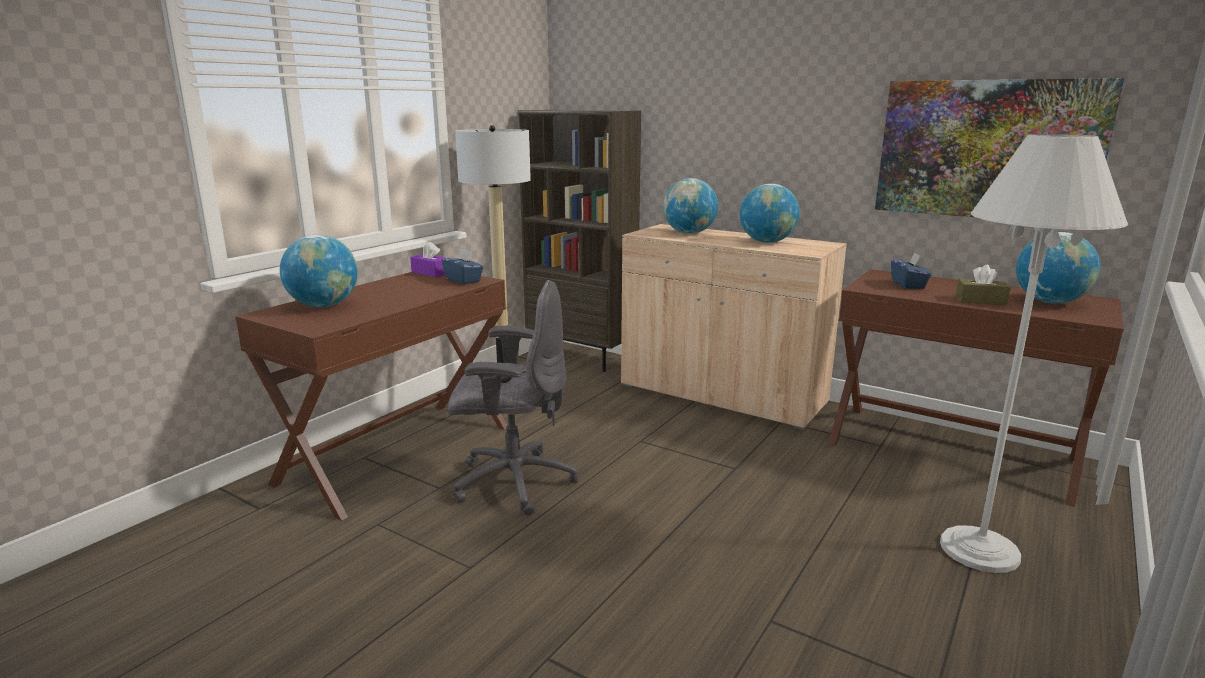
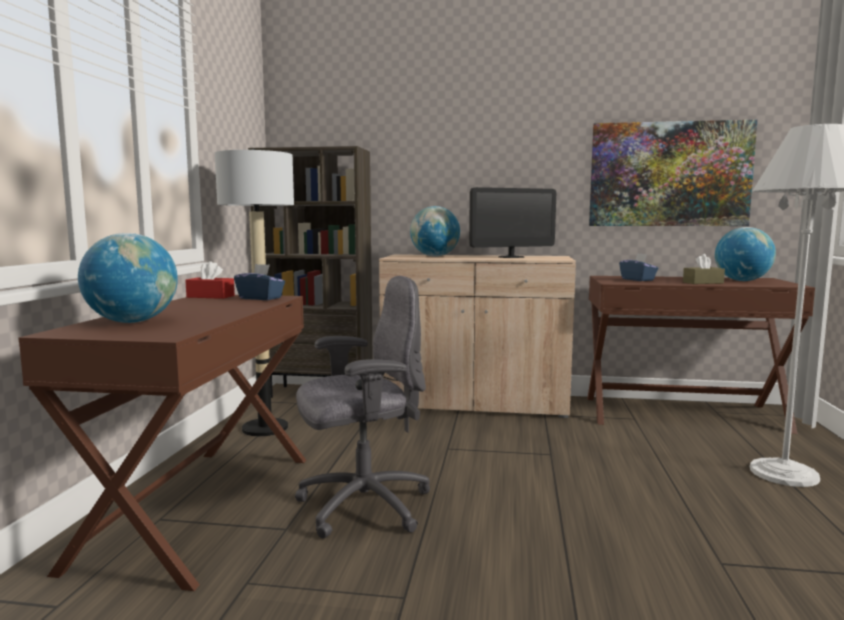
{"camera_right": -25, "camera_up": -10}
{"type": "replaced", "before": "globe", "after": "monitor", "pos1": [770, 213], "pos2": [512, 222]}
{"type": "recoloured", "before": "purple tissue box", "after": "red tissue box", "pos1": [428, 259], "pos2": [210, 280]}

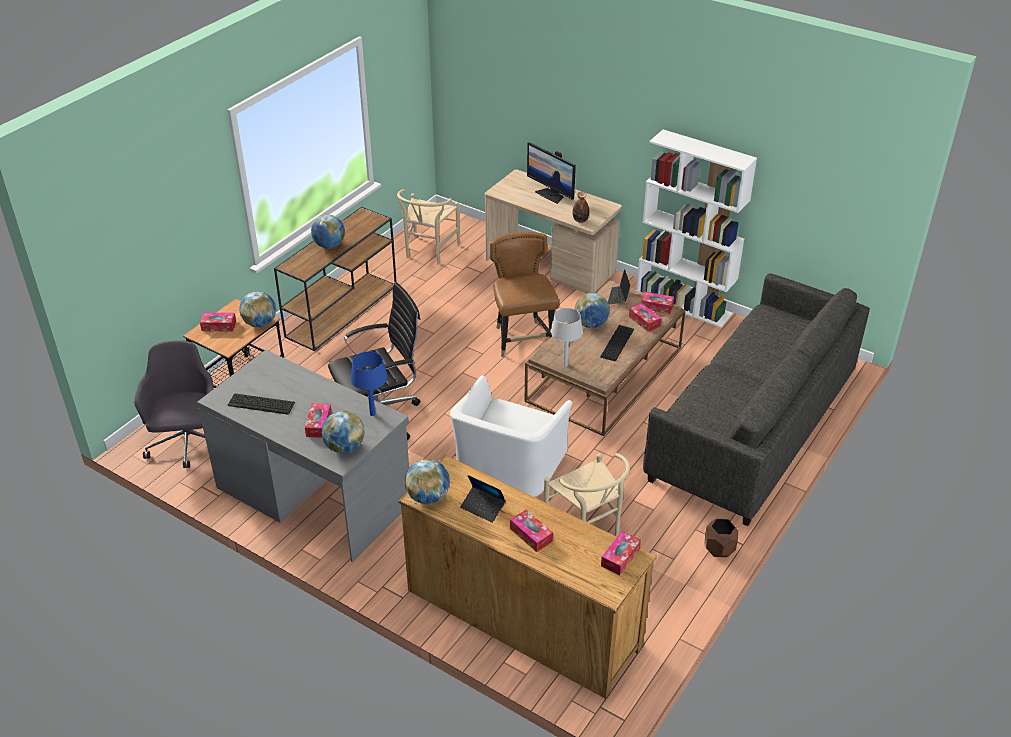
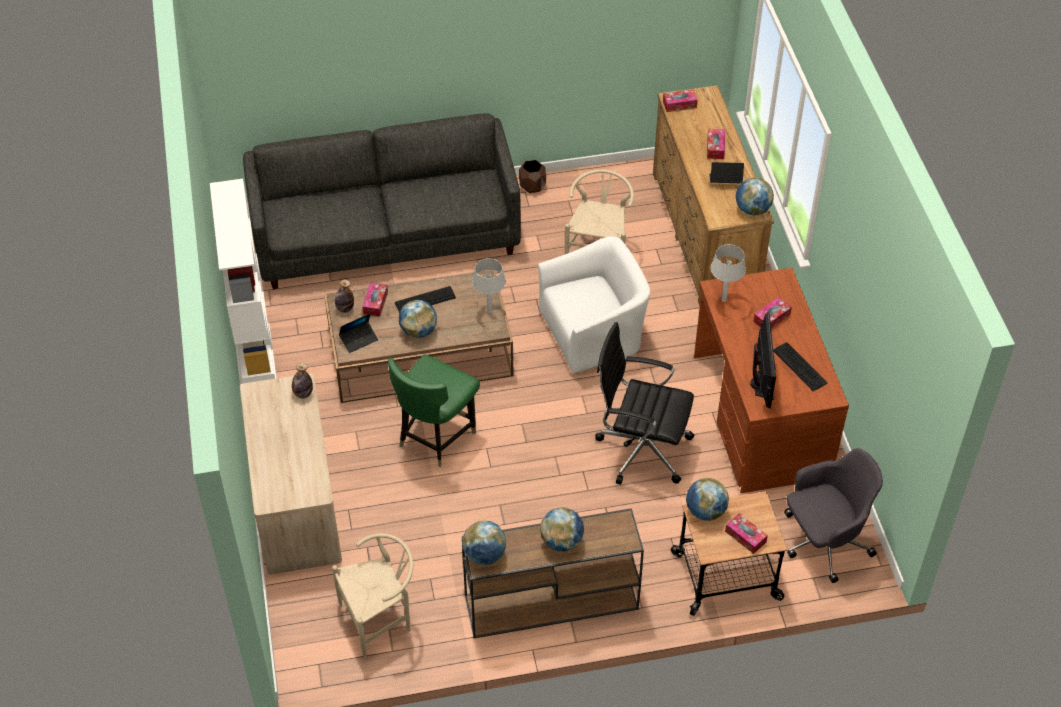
{"camera_right": -135, "camera_up": 10}
{"type": "moved", "before": "globe", "pos1": [342, 432], "pos2": [484, 542]}
{"type": "moved", "before": "monitor", "pos1": [551, 173], "pos2": [763, 360]}
{"type": "replaced", "before": "tissue box", "after": "bottle", "pos1": [657, 303], "pos2": [344, 296]}
{"type": "recoloured", "before": "grey desk", "after": "brown desk", "pos1": [303, 456], "pos2": [771, 380]}
{"type": "recoloured", "before": "blue table lamp", "after": "grey table lamp", "pos1": [369, 383], "pos2": [728, 273]}
{"type": "recoloured", "before": "brown chair", "after": "green chair", "pos1": [524, 294], "pos2": [434, 410]}
{"type": "turned", "before": "grey office chair", "pos1": [174, 404], "pos2": [833, 515], "turn": -150}
{"type": "turned", "before": "laptop", "pos1": [483, 499], "pos2": [726, 172], "turn": -75}

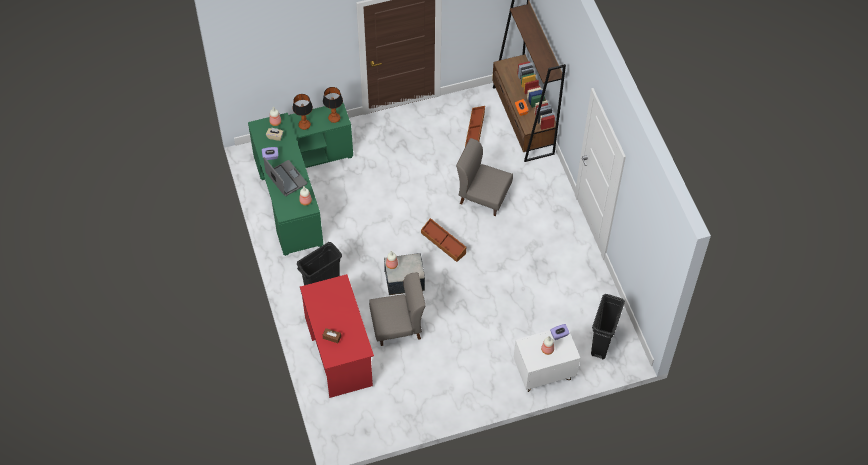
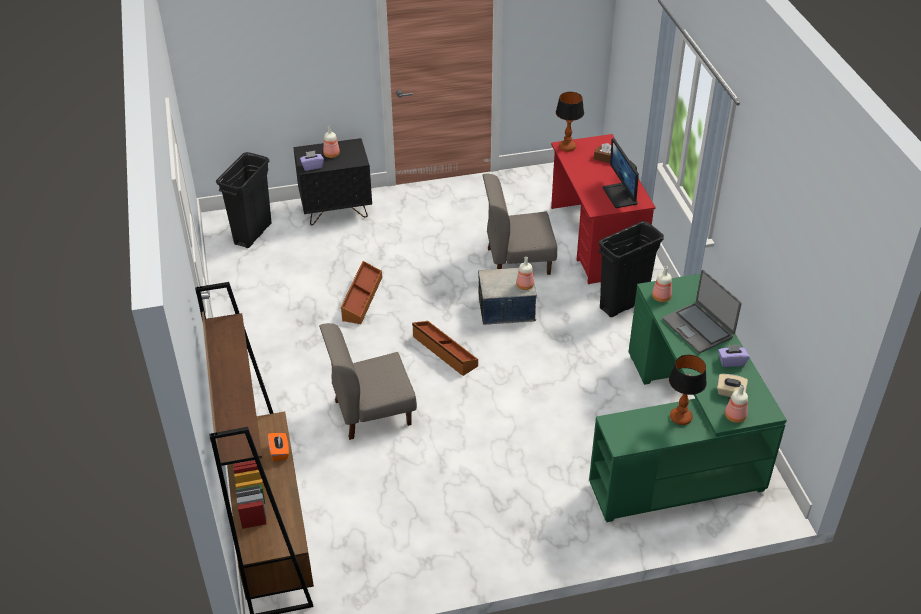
{"camera_right": -175, "camera_up": -15}
{"type": "added", "after": "monitor", "pos2": [621, 173]}
{"type": "moved", "before": "table lamp", "pos1": [333, 105], "pos2": [570, 121]}
{"type": "moved", "before": "brown storage box", "pos1": [475, 126], "pos2": [361, 292]}
{"type": "recoloured", "before": "white nightstand", "after": "black nightstand", "pos1": [547, 359], "pos2": [332, 181]}
{"type": "turned", "before": "grey chair", "pos1": [484, 177], "pos2": [368, 381], "turn": 135}

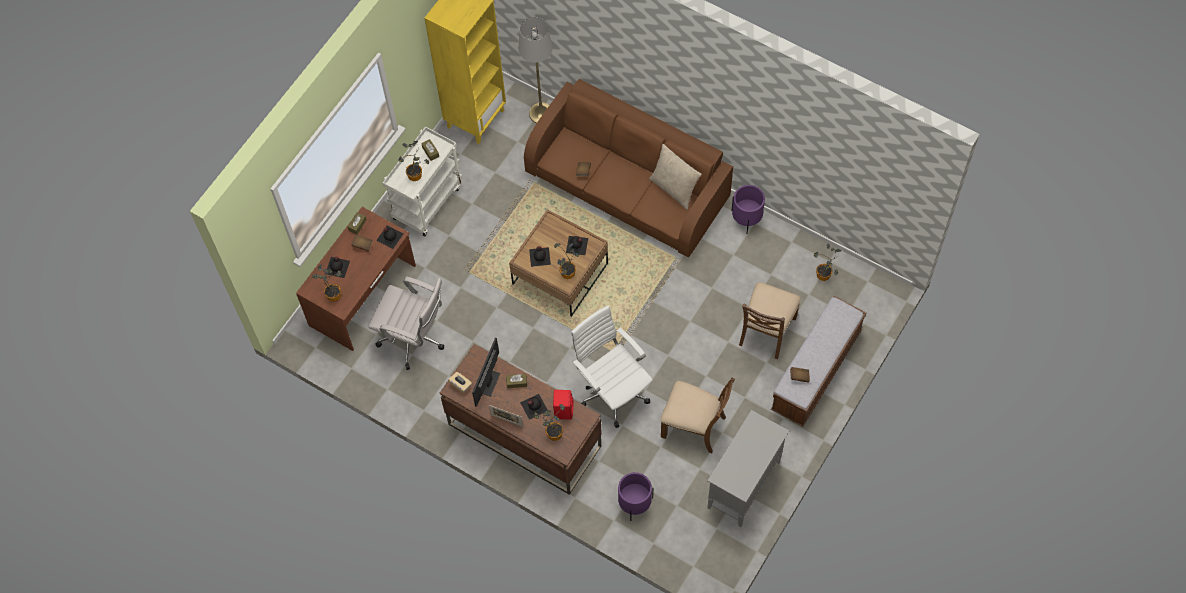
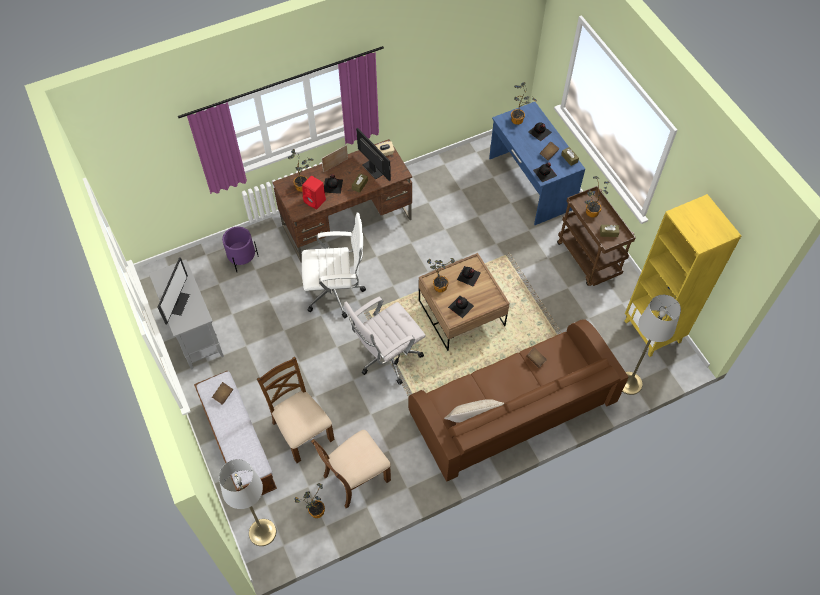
{"camera_right": 120, "camera_up": -5}
{"type": "removed", "before": "purple planter", "pos1": [748, 209]}
{"type": "added", "after": "monitor", "pos2": [174, 290]}
{"type": "added", "after": "grey floor lamp", "pos2": [247, 502]}
{"type": "moved", "before": "white office chair", "pos1": [406, 323], "pos2": [385, 340]}
{"type": "moved", "before": "brown chair", "pos1": [697, 415], "pos2": [351, 469]}
{"type": "recoloured", "before": "brown desk", "after": "blue desk", "pos1": [356, 279], "pos2": [537, 163]}
{"type": "recoloured", "before": "white cart", "after": "brown cart", "pos1": [422, 181], "pos2": [596, 236]}

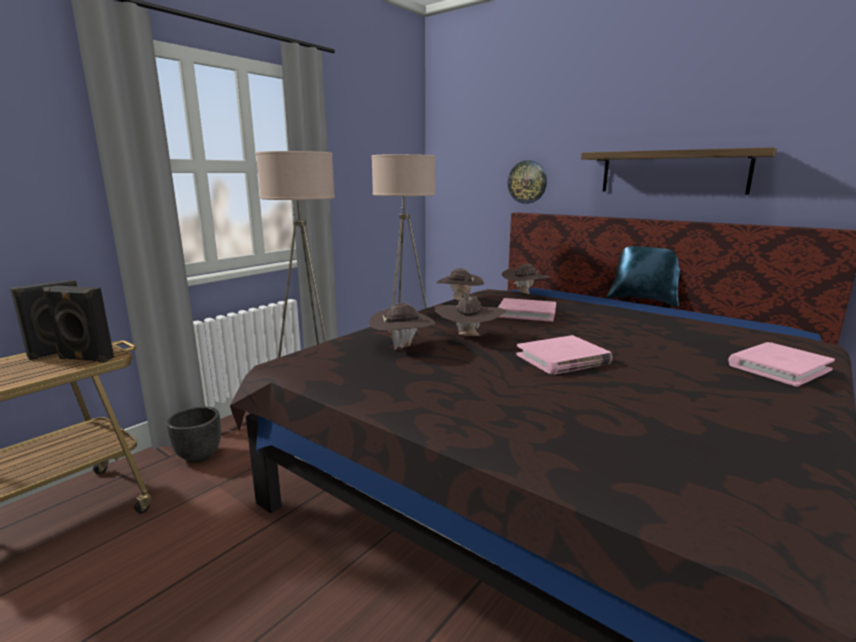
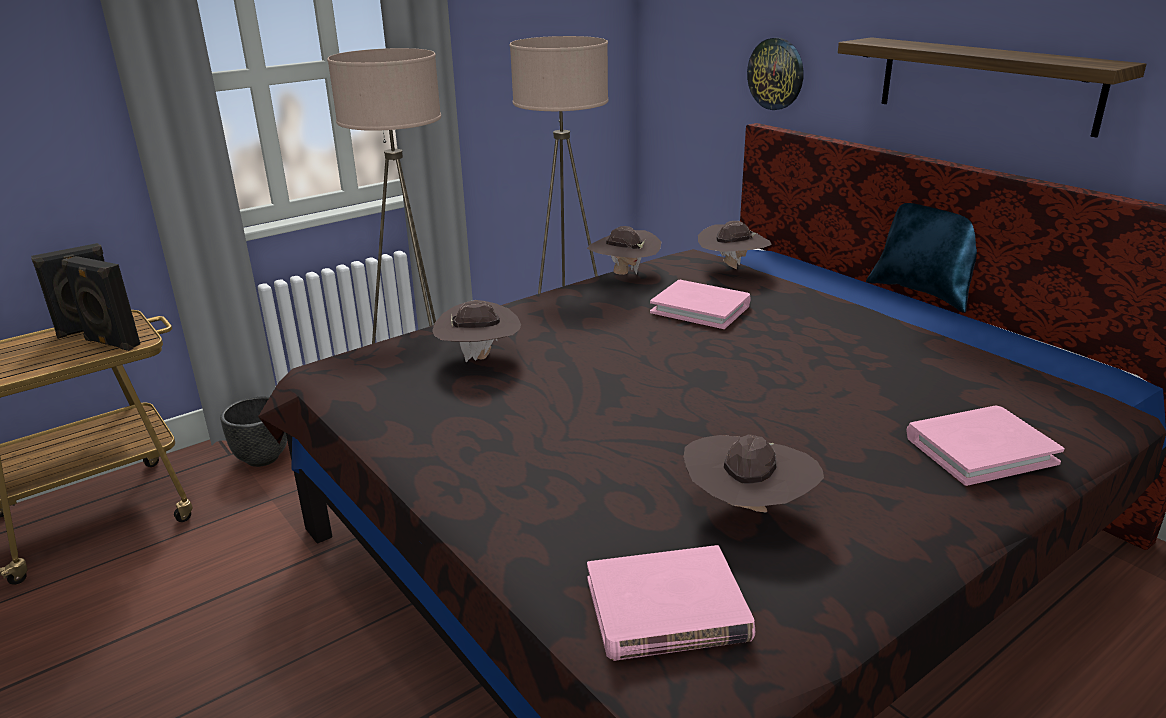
{"camera_right": 15, "camera_up": 10}
{"type": "moved", "before": "brown hat", "pos1": [470, 316], "pos2": [754, 473]}
{"type": "moved", "before": "pink book", "pos1": [564, 355], "pos2": [671, 603]}

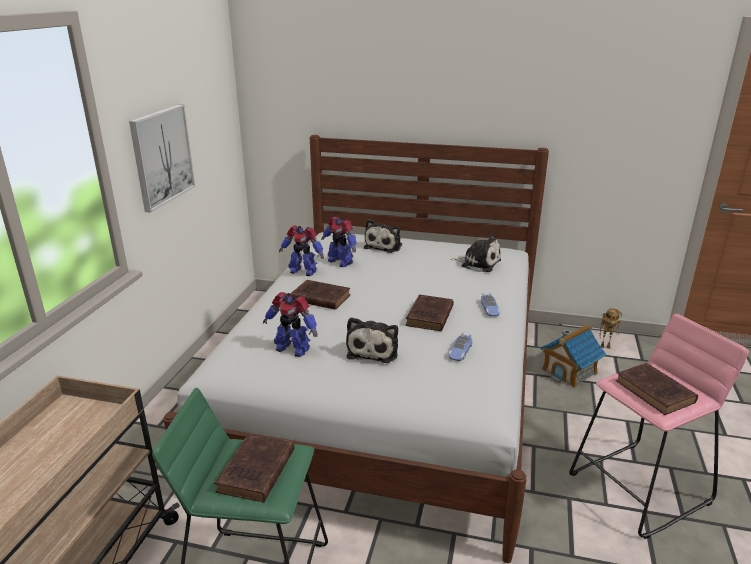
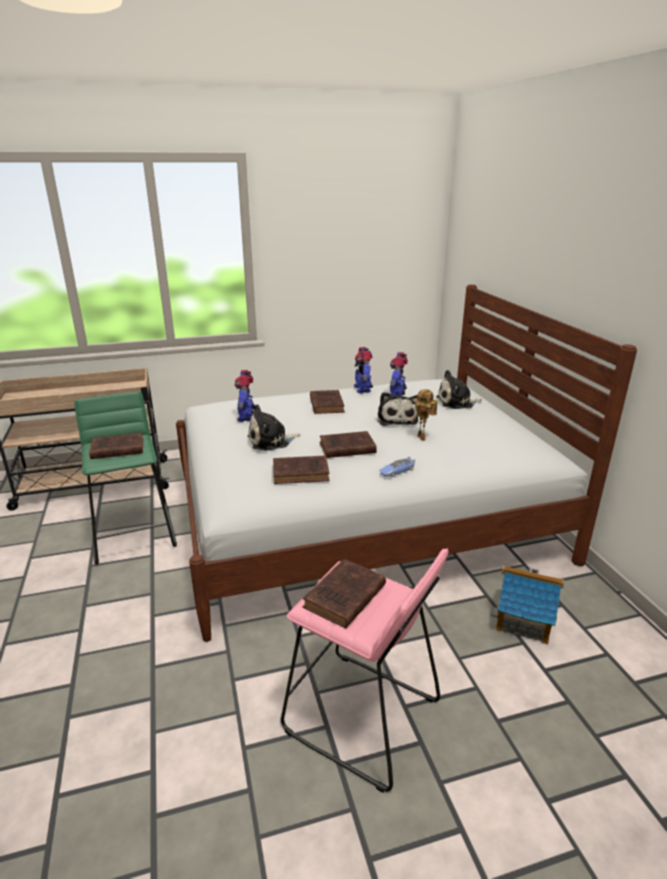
{"camera_right": 60, "camera_up": 0}
{"type": "removed", "before": "picture", "pos1": [162, 159]}
{"type": "moved", "before": "plush toy", "pos1": [476, 253], "pos2": [398, 409]}
{"type": "moved", "before": "toy robot", "pos1": [611, 328], "pos2": [425, 415]}
{"type": "replaced", "before": "toy car", "after": "brown book", "pos1": [460, 346], "pos2": [301, 470]}

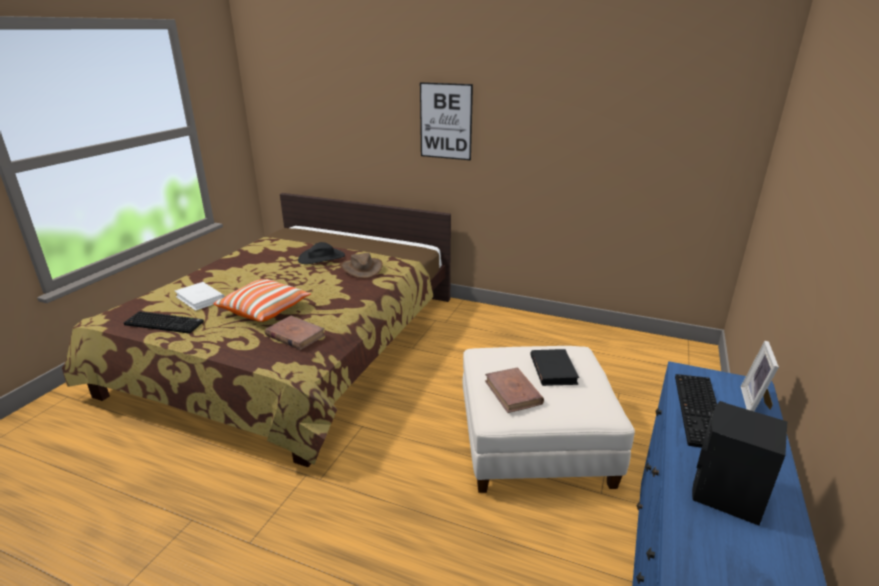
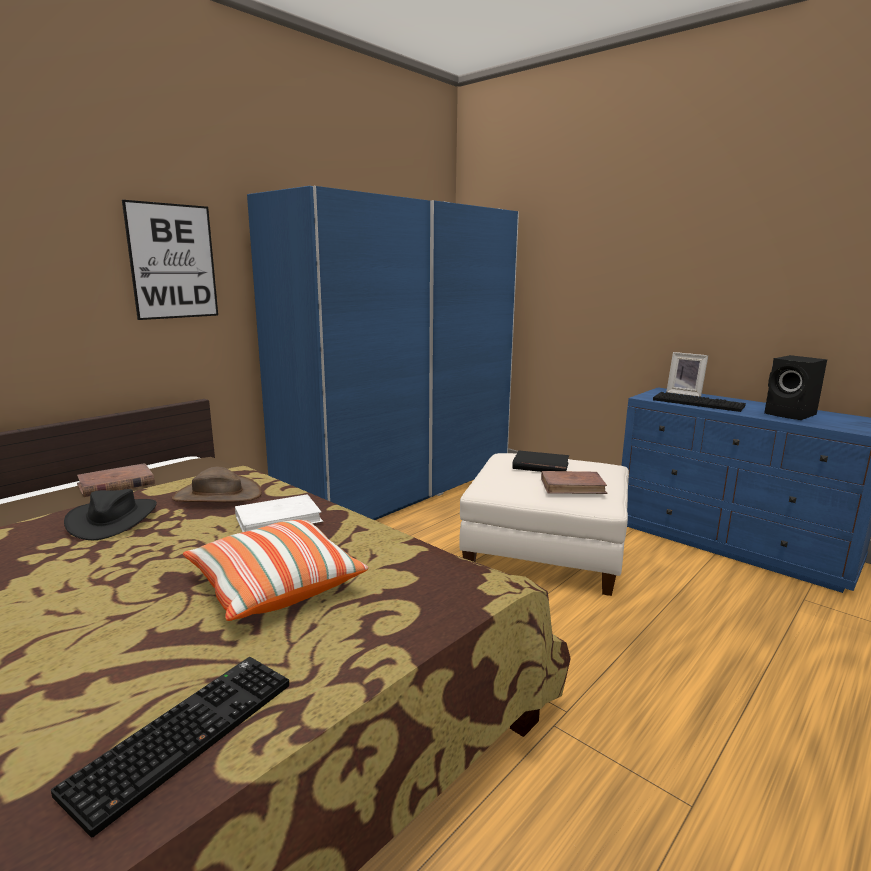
{"camera_right": -70, "camera_up": -10}
{"type": "added", "after": "blue wardrobe", "pos2": [383, 353]}
{"type": "moved", "before": "white book", "pos1": [200, 296], "pos2": [279, 513]}
{"type": "moved", "before": "brown book", "pos1": [295, 333], "pos2": [116, 480]}

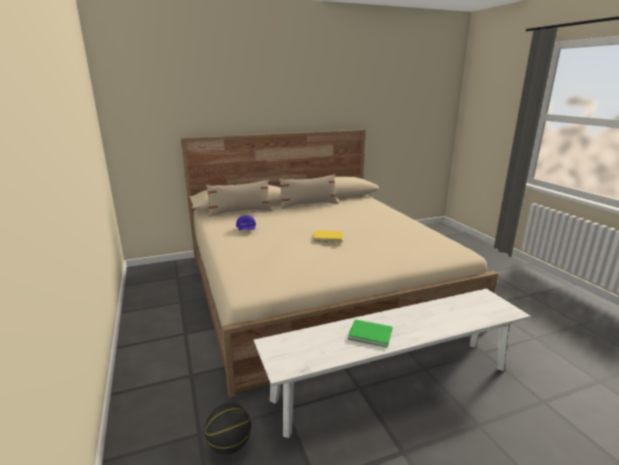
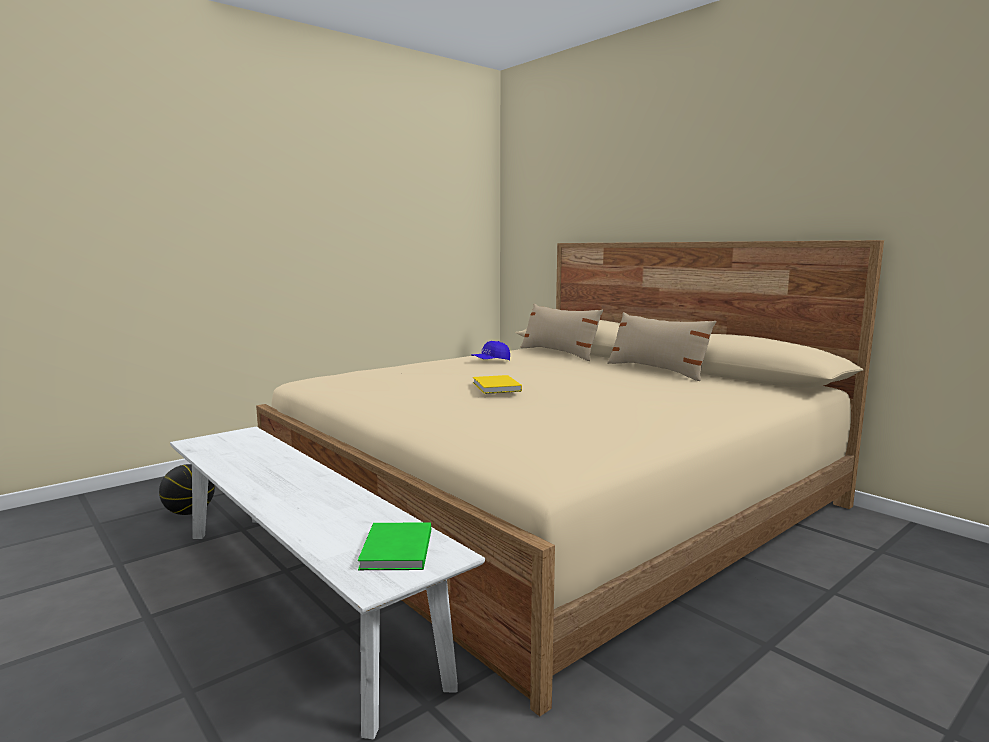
{"camera_right": 70, "camera_up": -10}
{"type": "moved", "before": "green book", "pos1": [370, 333], "pos2": [394, 546]}

